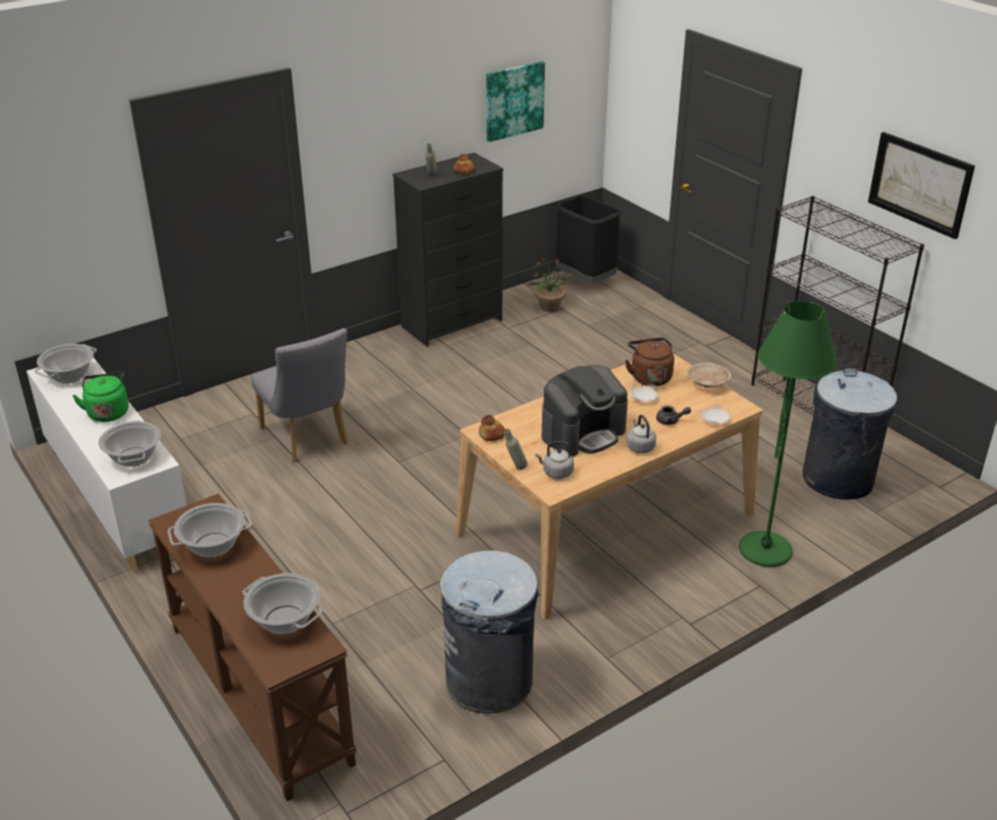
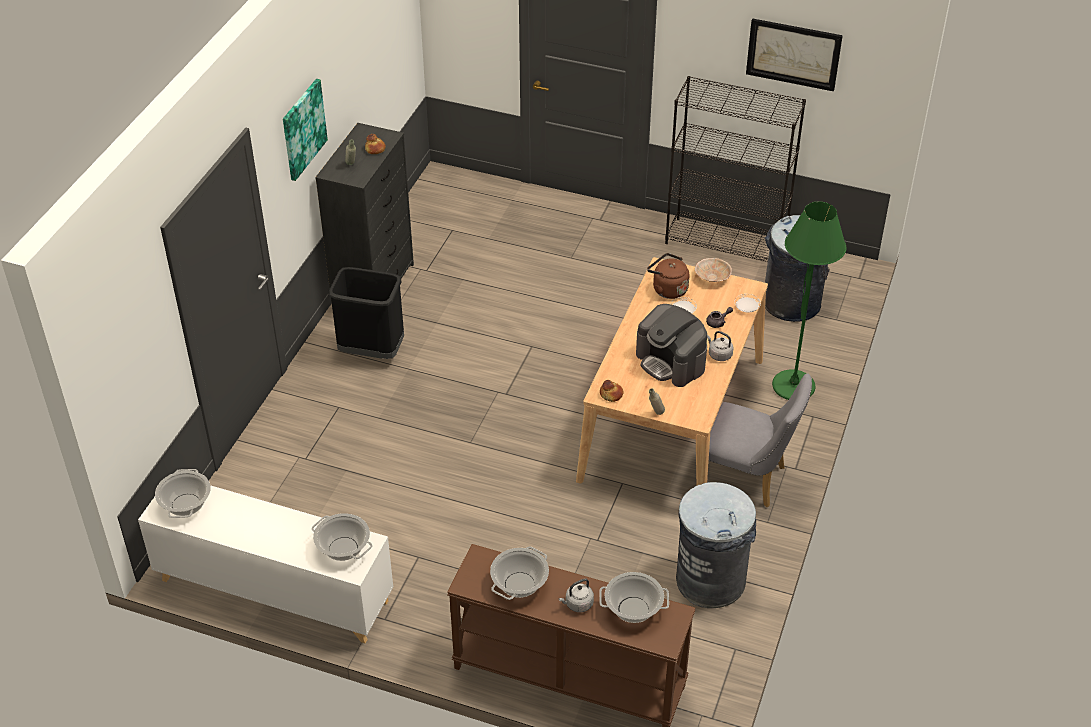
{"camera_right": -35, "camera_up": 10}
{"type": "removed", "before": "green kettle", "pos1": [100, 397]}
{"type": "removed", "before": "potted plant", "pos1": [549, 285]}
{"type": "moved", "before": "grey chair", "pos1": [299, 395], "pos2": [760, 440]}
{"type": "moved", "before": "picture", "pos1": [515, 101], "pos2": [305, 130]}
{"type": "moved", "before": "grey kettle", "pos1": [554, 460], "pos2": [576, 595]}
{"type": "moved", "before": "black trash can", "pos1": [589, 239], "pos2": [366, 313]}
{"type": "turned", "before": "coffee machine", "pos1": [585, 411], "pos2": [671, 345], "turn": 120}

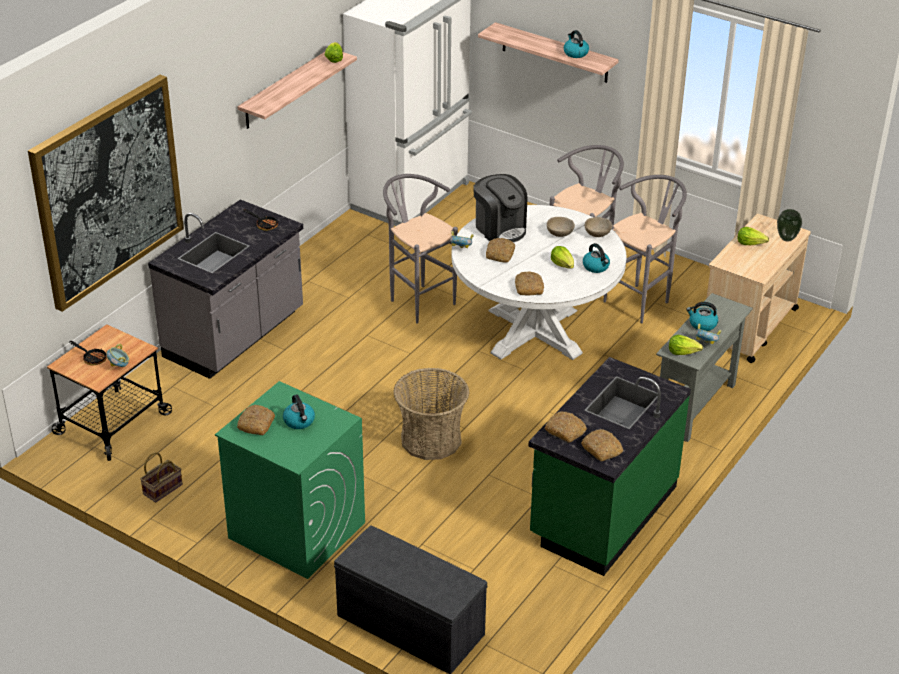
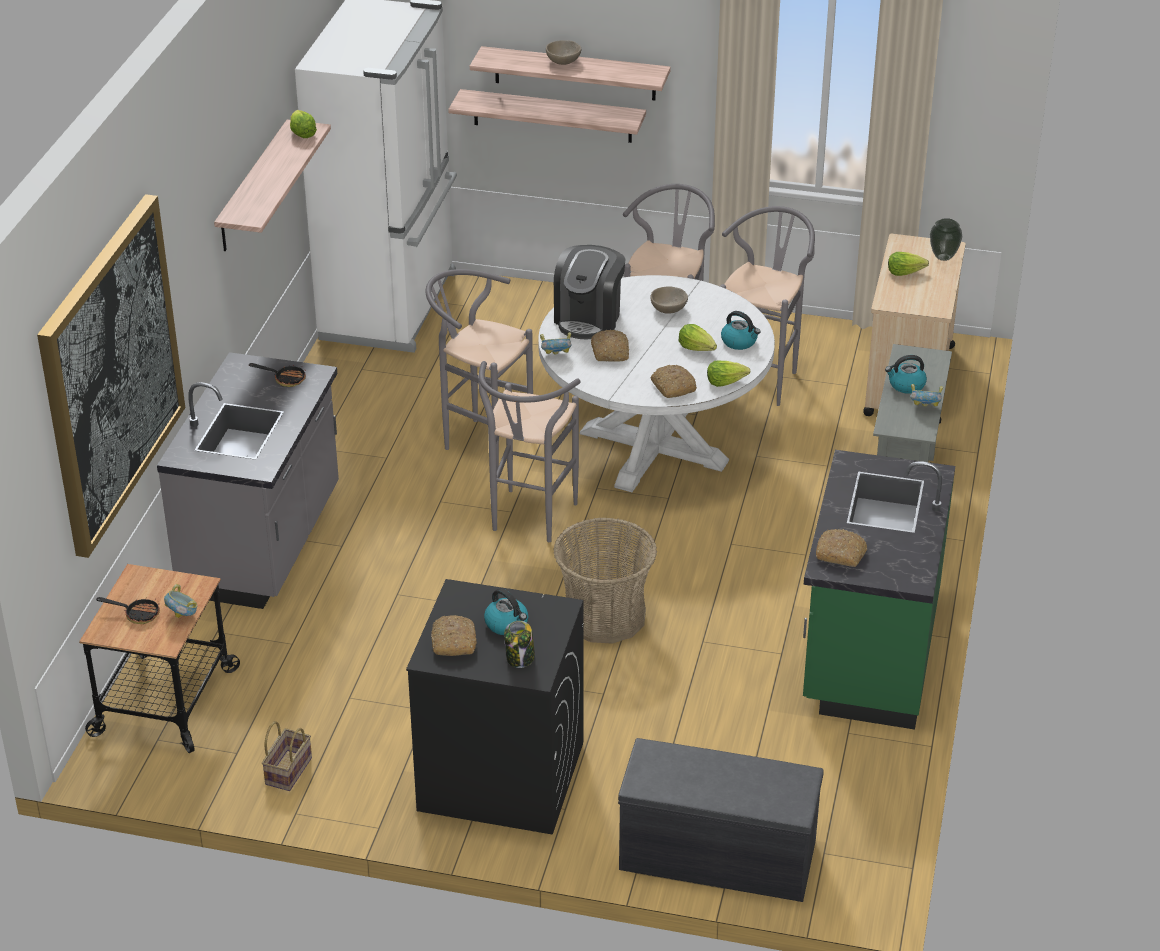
{"camera_right": -20, "camera_up": 0}
{"type": "removed", "before": "kettle", "pos1": [576, 44]}
{"type": "removed", "before": "bread", "pos1": [602, 445]}
{"type": "added", "after": "shelf", "pos2": [547, 116]}
{"type": "added", "after": "grey stool", "pos2": [530, 451]}
{"type": "added", "after": "jar", "pos2": [519, 644]}
{"type": "moved", "before": "beige bowl", "pos1": [598, 227], "pos2": [563, 52]}
{"type": "moved", "before": "lettuce", "pos1": [686, 345], "pos2": [728, 374]}
{"type": "recoloured", "before": "green washing machine", "after": "black washing machine", "pos1": [290, 480], "pos2": [495, 707]}
{"type": "turned", "before": "coffee machine", "pos1": [500, 208], "pos2": [590, 292], "turn": 75}

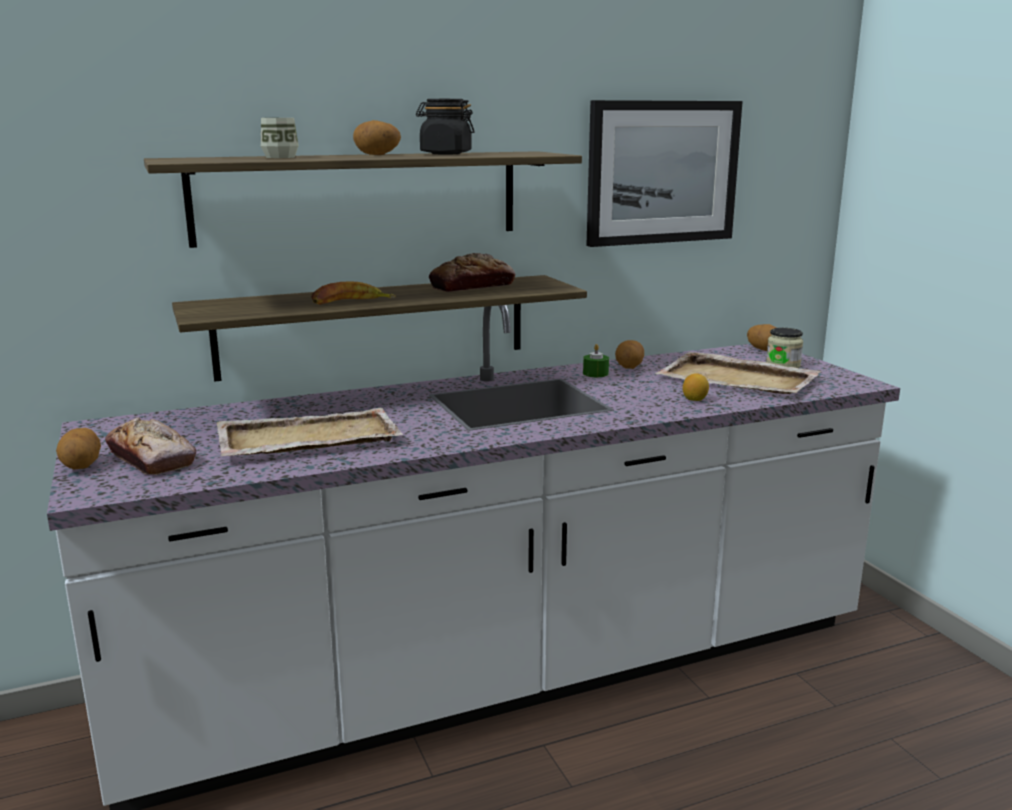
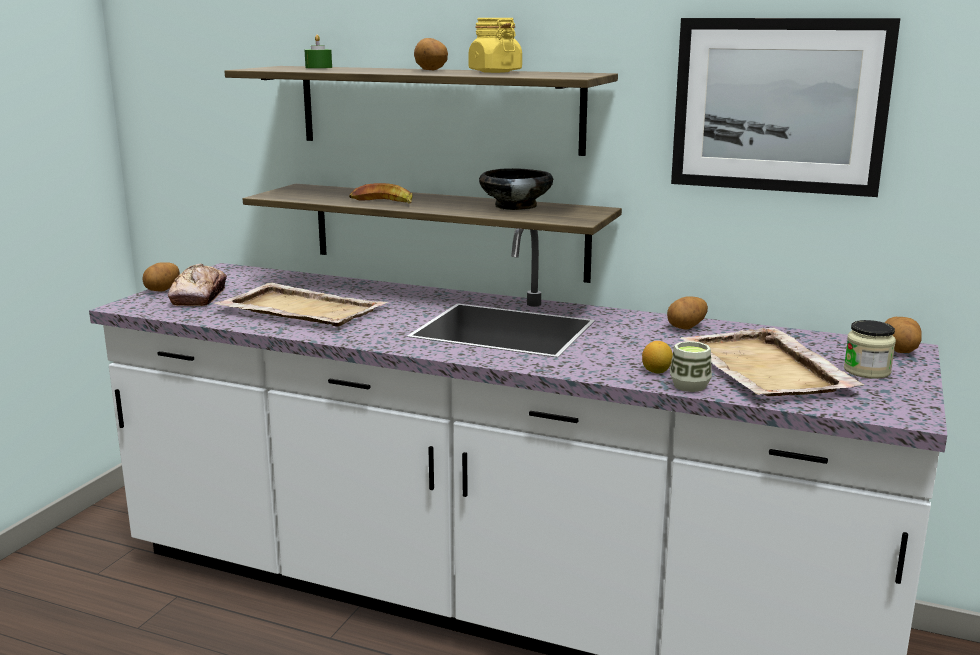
{"camera_right": 45, "camera_up": 0}
{"type": "moved", "before": "cup", "pos1": [280, 138], "pos2": [691, 366]}
{"type": "moved", "before": "green candle", "pos1": [596, 360], "pos2": [318, 52]}
{"type": "replaced", "before": "bread", "after": "black bowl", "pos1": [472, 272], "pos2": [516, 189]}
{"type": "recoloured", "before": "black jar", "after": "yellow jar", "pos1": [445, 127], "pos2": [495, 45]}

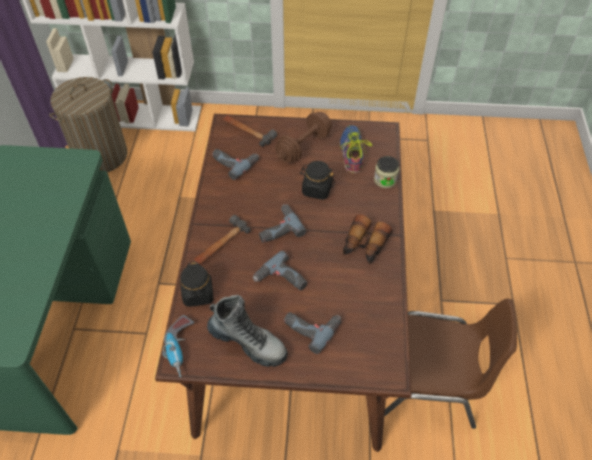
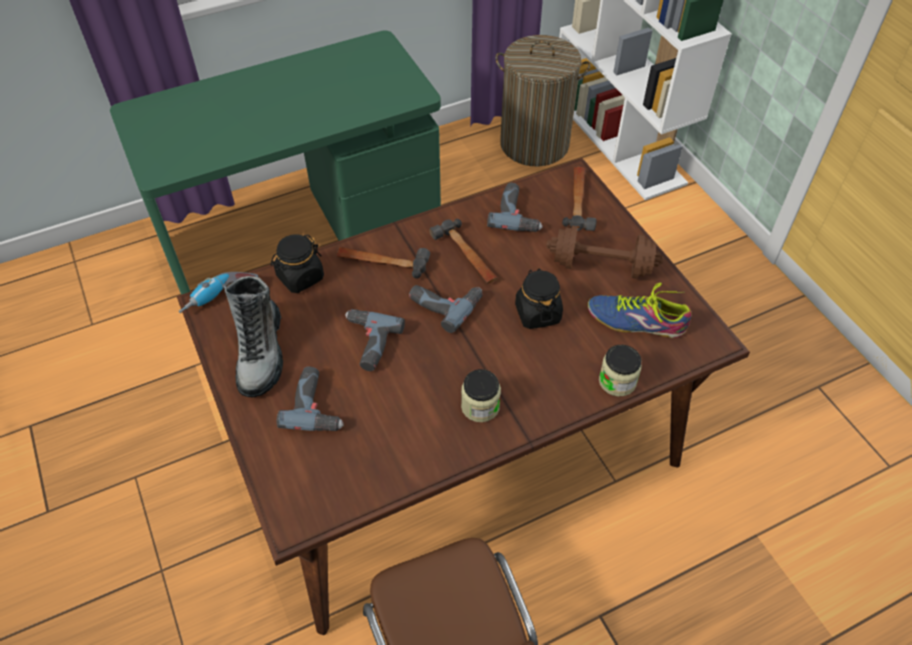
{"camera_right": 60, "camera_up": 0}
{"type": "added", "after": "hammer", "pos2": [463, 251]}
{"type": "replaced", "before": "binoculars", "after": "jar", "pos1": [367, 239], "pos2": [481, 395]}
{"type": "turned", "before": "shoe", "pos1": [355, 149], "pos2": [640, 310], "turn": -135}

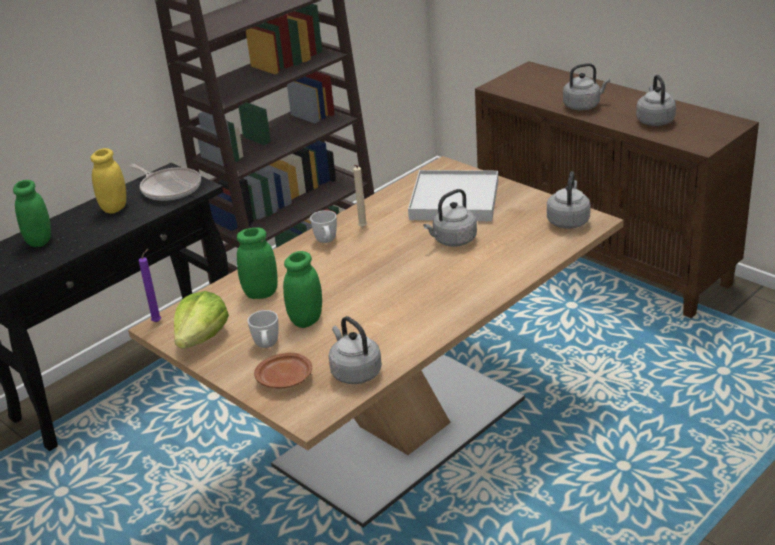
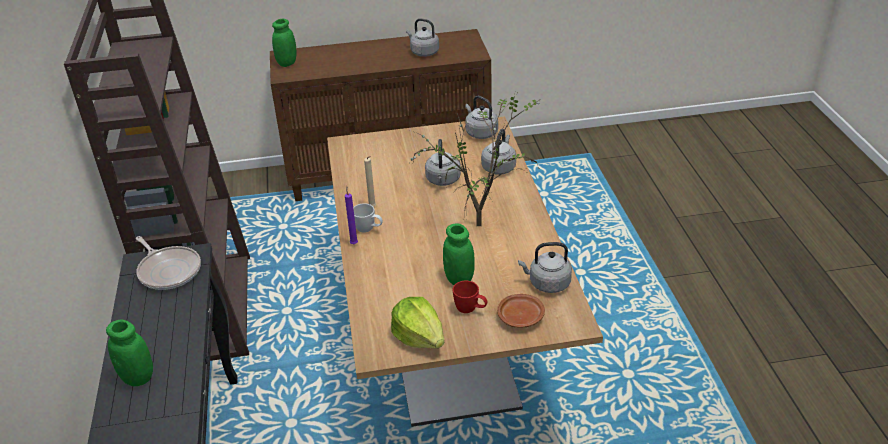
{"camera_right": -55, "camera_up": 5}
{"type": "removed", "before": "yellow jar", "pos1": [108, 181]}
{"type": "removed", "before": "white tray", "pos1": [453, 195]}
{"type": "added", "after": "potted plant", "pos2": [475, 160]}
{"type": "moved", "before": "purple candle", "pos1": [149, 285], "pos2": [351, 215]}
{"type": "moved", "before": "green jar", "pos1": [257, 263], "pos2": [284, 43]}
{"type": "moved", "before": "grey kettle", "pos1": [586, 86], "pos2": [498, 152]}
{"type": "recoloured", "before": "white mug", "after": "red mug", "pos1": [263, 329], "pos2": [470, 297]}
{"type": "turned", "before": "frying pan", "pos1": [165, 182], "pos2": [168, 263], "turn": 60}

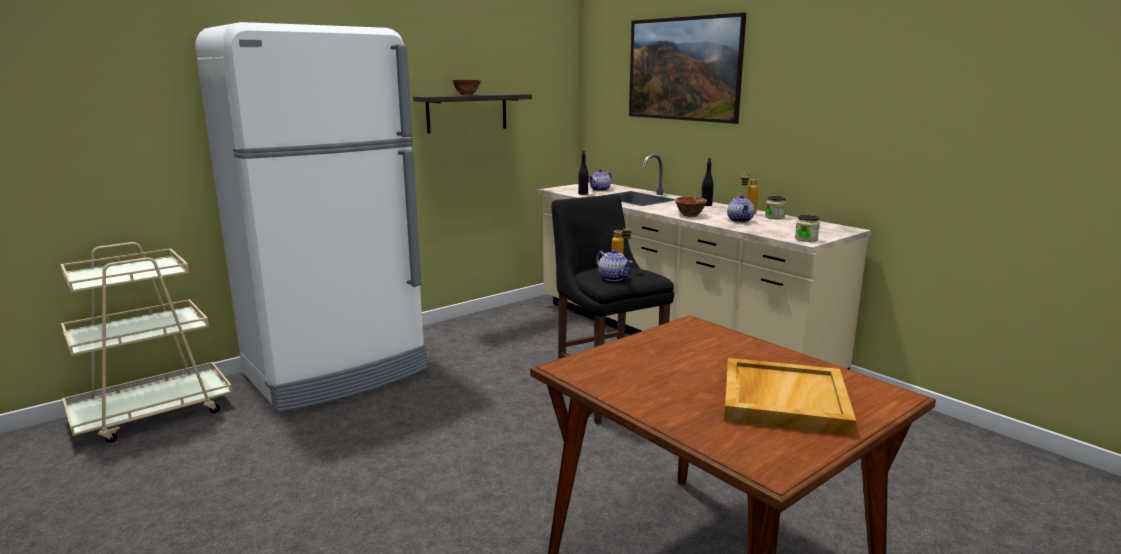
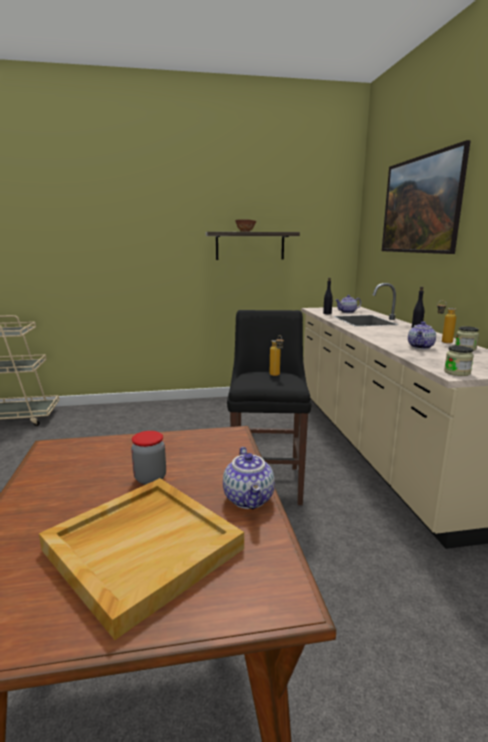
{"camera_right": 30, "camera_up": 0}
{"type": "removed", "before": "white fridge", "pos1": [311, 217]}
{"type": "removed", "before": "bowl", "pos1": [691, 206]}
{"type": "added", "after": "jar", "pos2": [148, 458]}
{"type": "moved", "before": "teapot", "pos1": [614, 265], "pos2": [249, 478]}

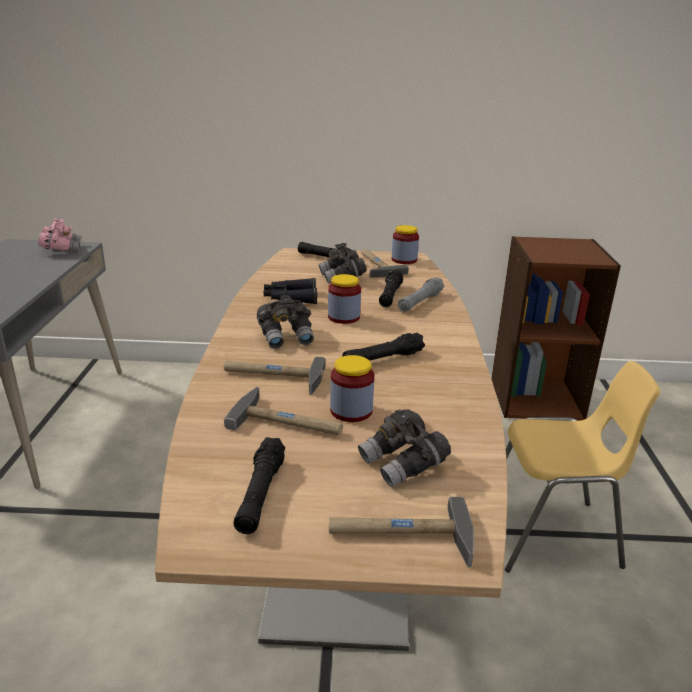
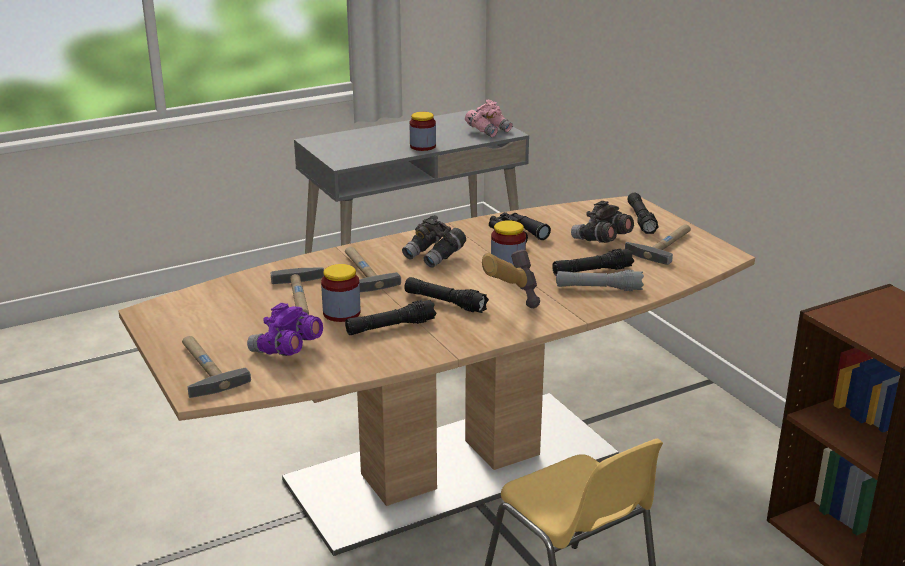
{"camera_right": 60, "camera_up": 0}
{"type": "added", "after": "hammer", "pos2": [511, 279]}
{"type": "moved", "before": "black flashlight", "pos1": [259, 485], "pos2": [391, 317]}
{"type": "moved", "before": "jar", "pos1": [405, 244], "pos2": [423, 131]}
{"type": "recoloured", "before": "grey binoculars", "after": "purple binoculars", "pos1": [404, 448], "pos2": [285, 329]}

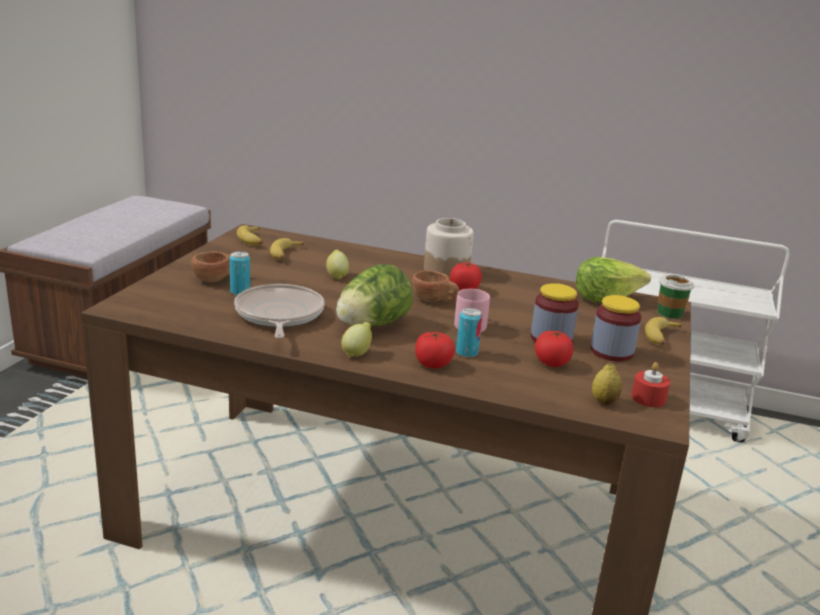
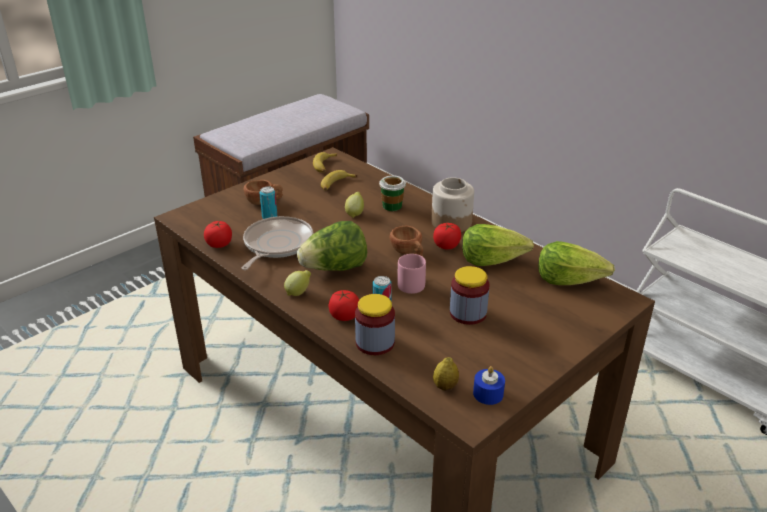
{"camera_right": 30, "camera_up": 10}
{"type": "removed", "before": "banana", "pos1": [663, 331]}
{"type": "added", "after": "lettuce", "pos2": [498, 245]}
{"type": "moved", "before": "tomato", "pos1": [554, 348], "pos2": [218, 234]}
{"type": "moved", "before": "jar", "pos1": [615, 328], "pos2": [375, 324]}
{"type": "moved", "before": "cup", "pos1": [676, 296], "pos2": [392, 193]}
{"type": "recoloured", "before": "red candle", "after": "blue candle", "pos1": [650, 384], "pos2": [489, 385]}

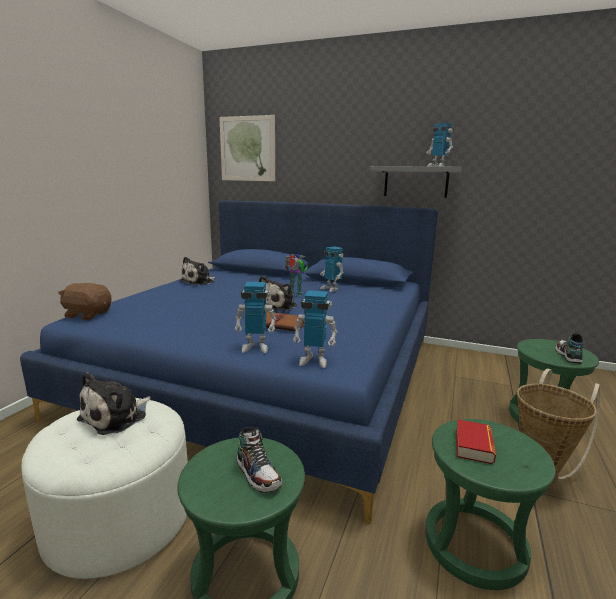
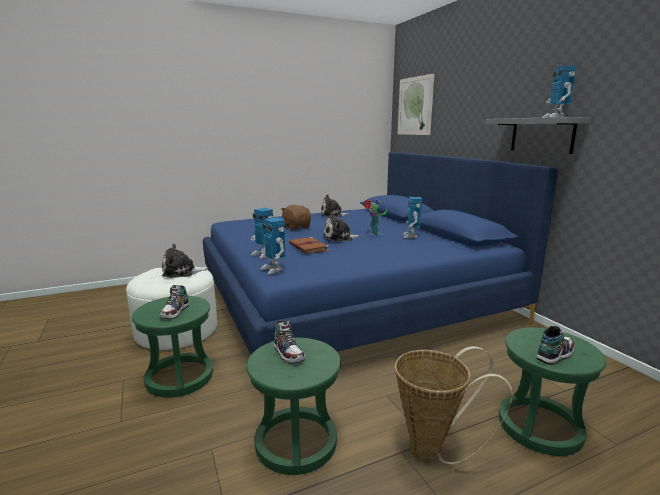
{"camera_right": 45, "camera_up": 0}
{"type": "moved", "before": "brown plush toy", "pos1": [84, 301], "pos2": [296, 217]}
{"type": "replaced", "before": "book", "after": "shoe", "pos1": [476, 441], "pos2": [289, 341]}

